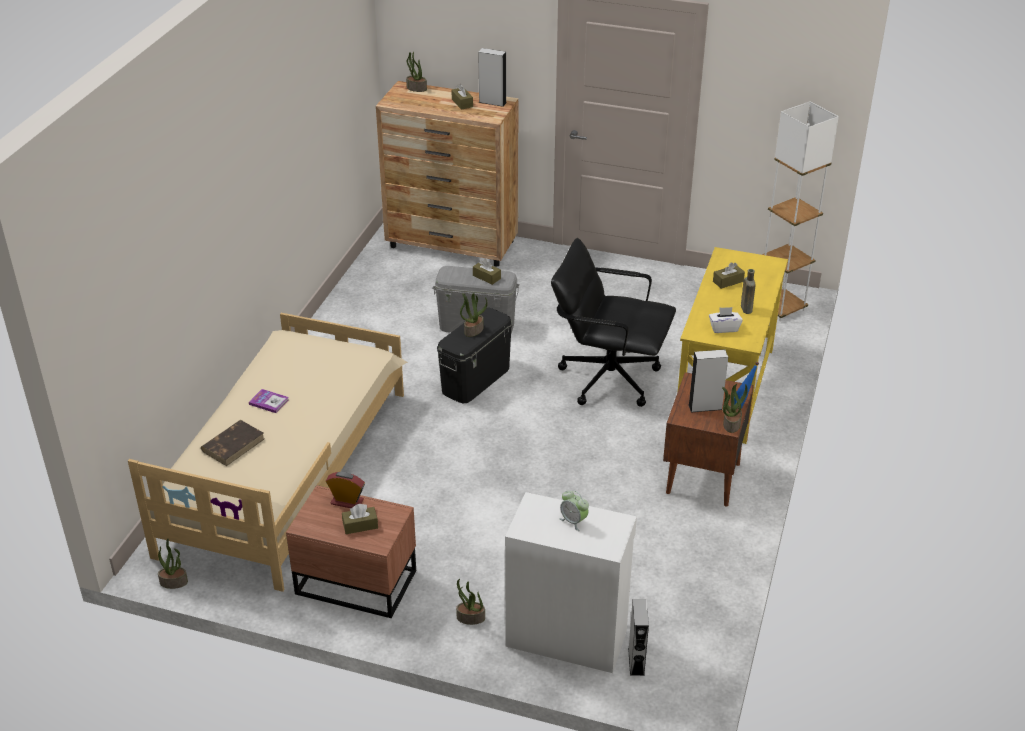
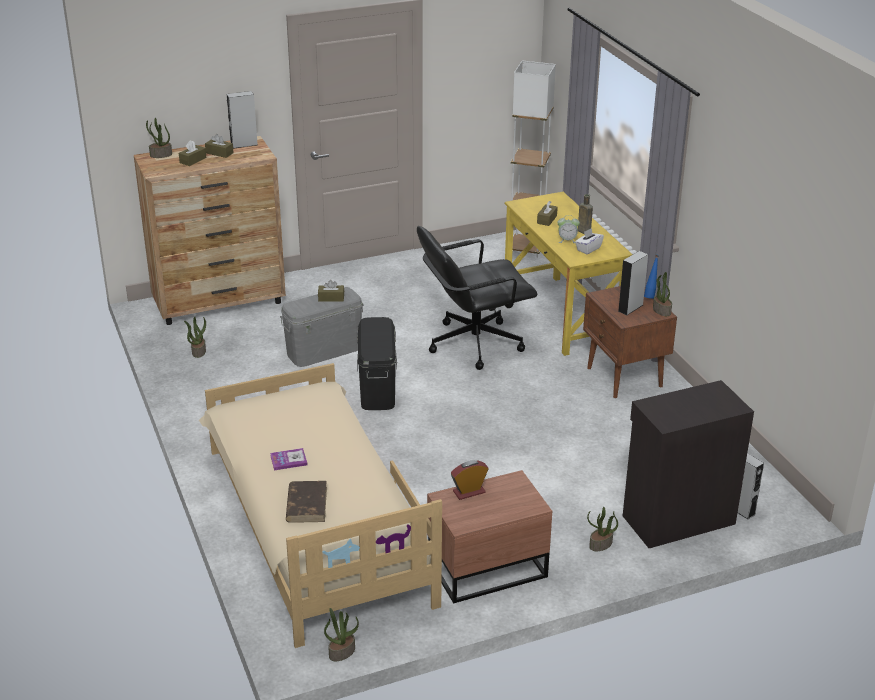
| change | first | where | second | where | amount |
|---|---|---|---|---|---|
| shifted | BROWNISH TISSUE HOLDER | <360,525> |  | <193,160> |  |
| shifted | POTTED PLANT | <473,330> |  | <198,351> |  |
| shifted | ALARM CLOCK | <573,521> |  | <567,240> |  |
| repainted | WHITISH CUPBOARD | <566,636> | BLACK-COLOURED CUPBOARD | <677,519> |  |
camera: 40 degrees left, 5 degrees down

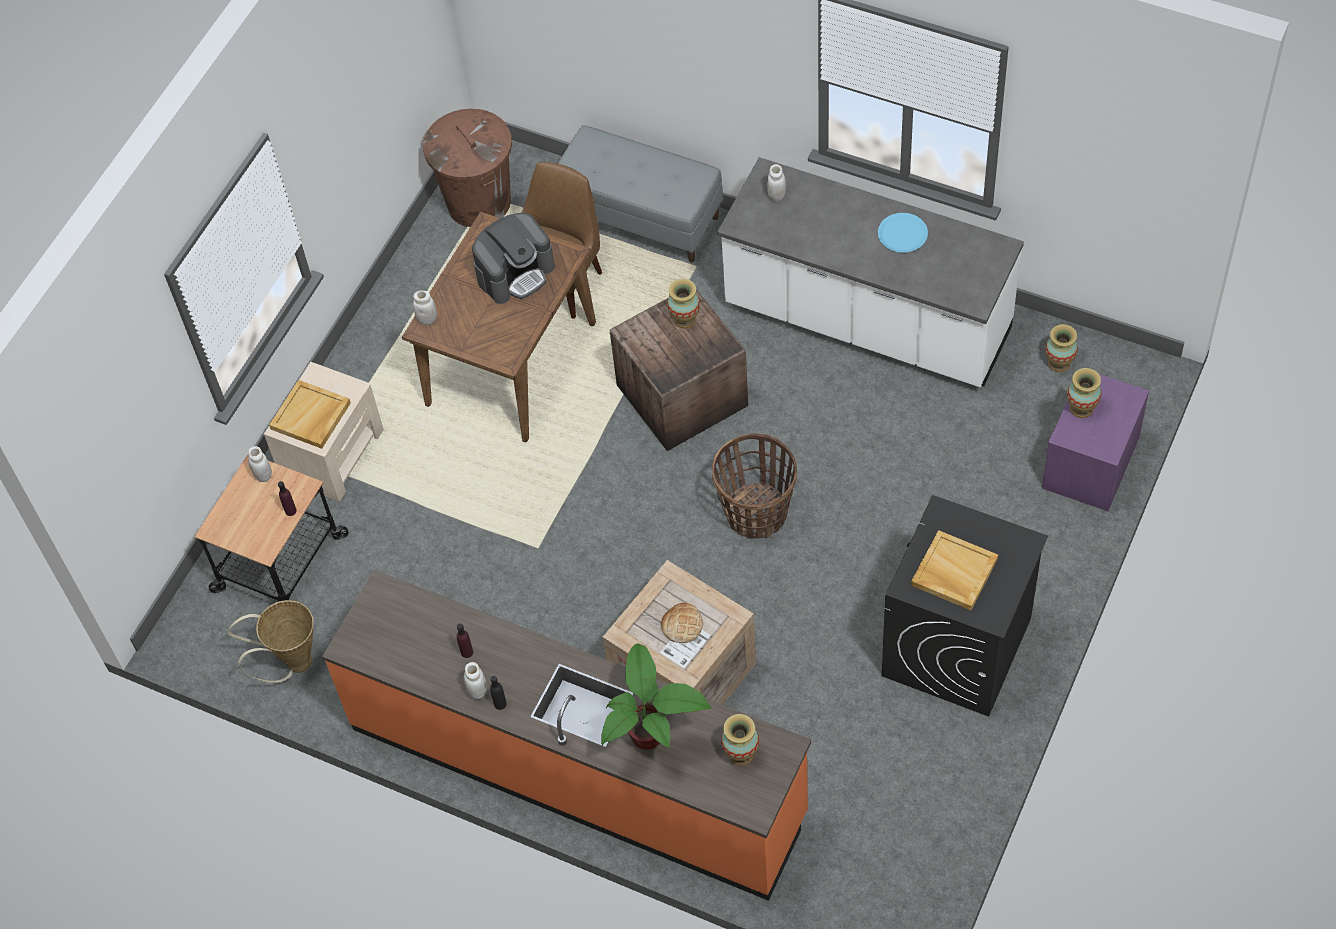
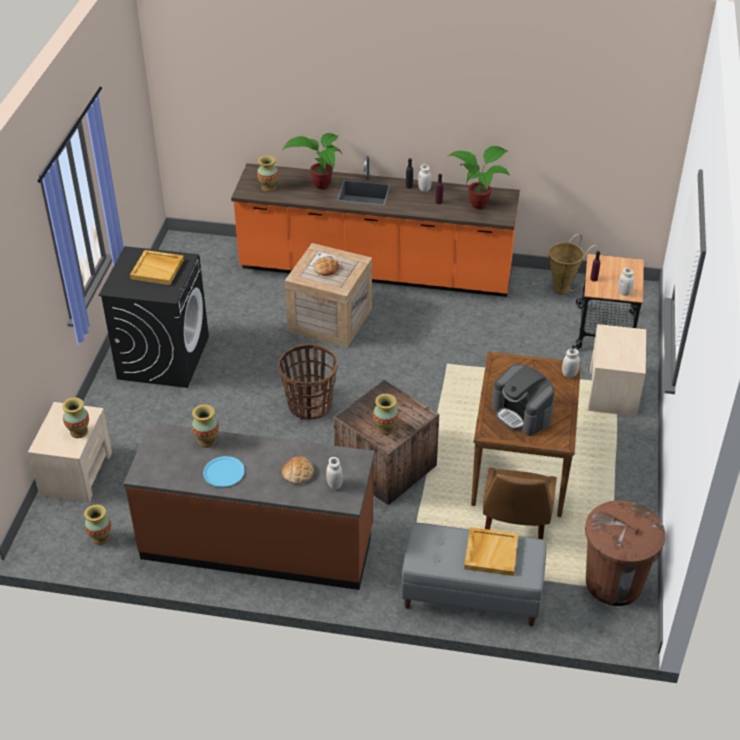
| change | first | where | second | where | amount |
|---|---|---|---|---|---|
| new |  |  | DECORATIVE VASE | <207,441> |  |
| new |  |  | BREAD | <297,473> |  |
| new |  |  | POTTED PLANT | <480,204> |  |
| shifted | SAND-COLOURED TRAY | <311,417> |  | <490,552> |  |
| repainted | WHITISH COUNTER | <867,321> | BROWNISH COUNTER | <258,543> |  |
| repainted | PURPLISH BEDSIDE TABLE | <1090,463> | SAND-COLOURED BEDSIDE TABLE | <76,473> |  |
| rotated | COFFEE BREWER | <515,272> |  | <522,414> | 75 degrees counterclockwise |
camera: 160 degrees right, 15 degrees down

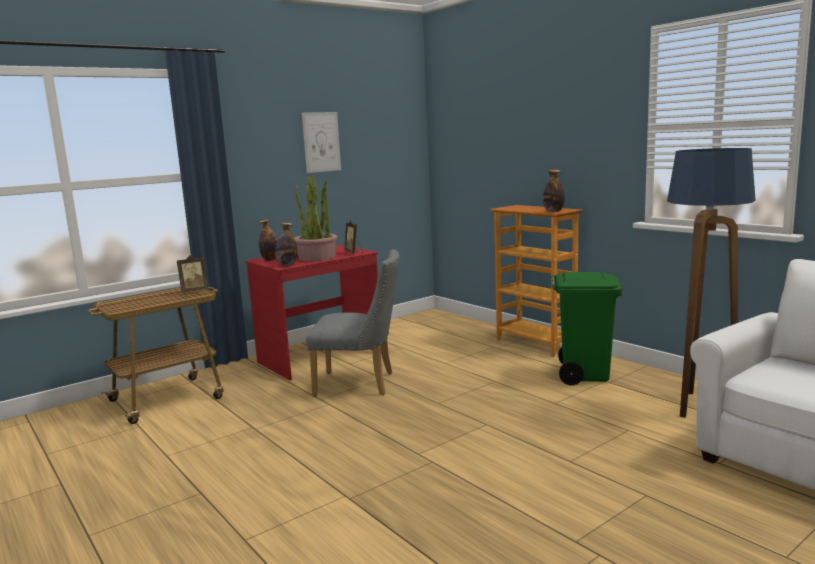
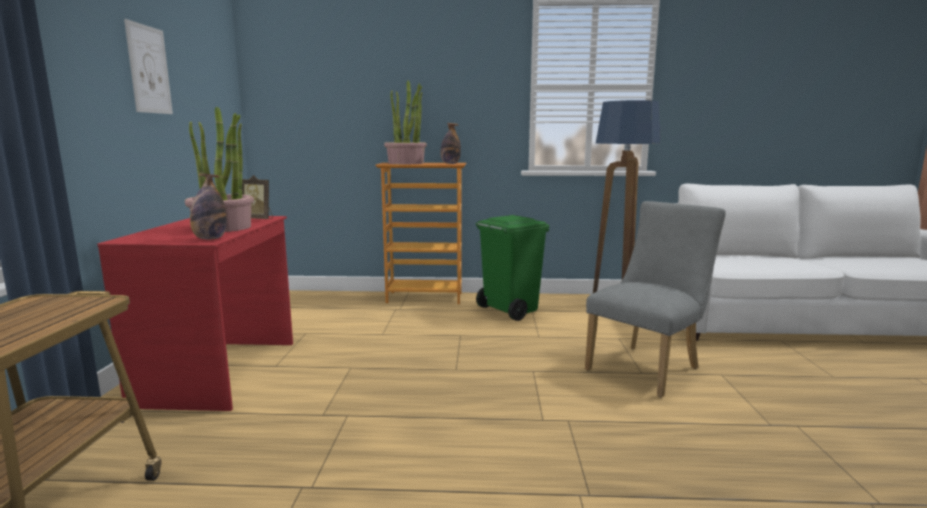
| change | first | where | second | where | amount |
|---|---|---|---|---|---|
| gone | PICTURE FRAME | <194,291> |  |  |  |
| gone | DRINK BOTTLE | <271,260> |  |  |  |
| new |  |  | POTTED PLANT | <406,163> |  |
| shifted | GREYISH CHAIR | <361,384> |  | <648,367> |  |
camera: 50 degrees left, 0 degrees up

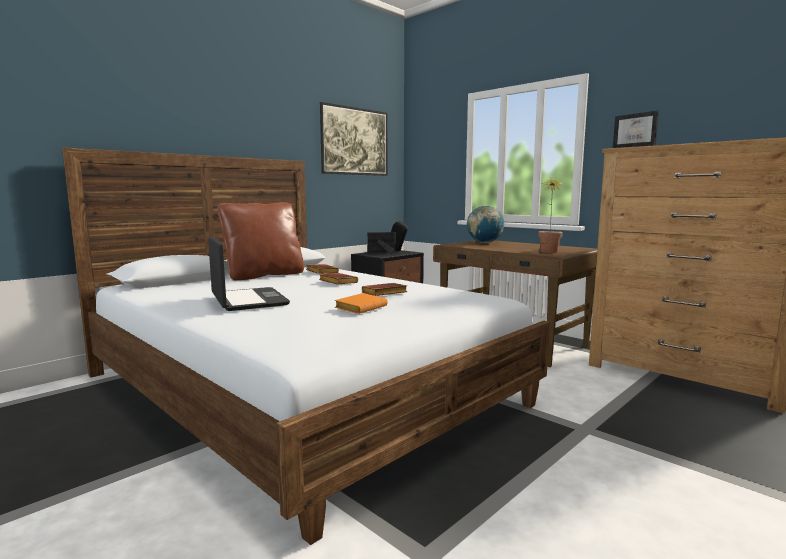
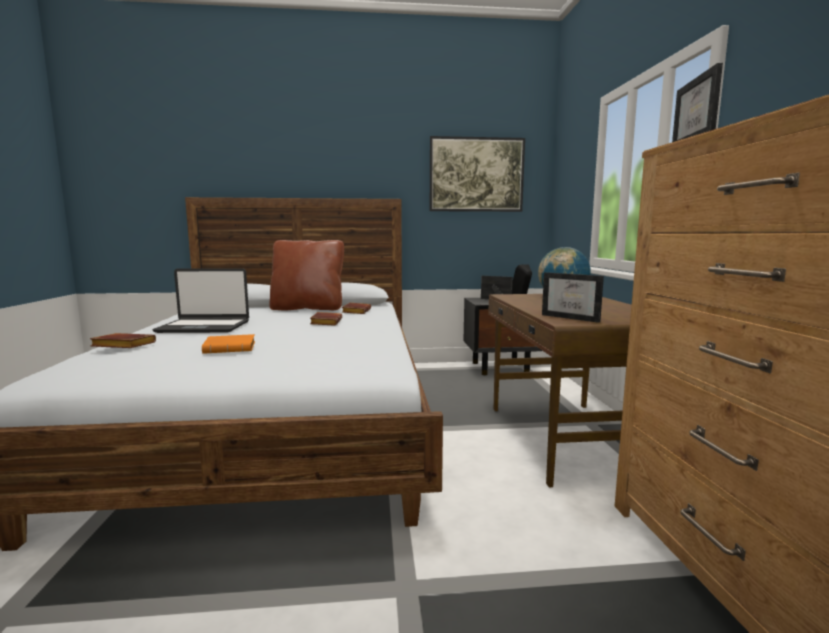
| change | first | where | second | where | amount |
|---|---|---|---|---|---|
| shifted | BROWNISH VOLUME | <384,294> |  | <122,346> |  |
| swapped | POTTED PLANT | <548,252> | PICTURE FRAME | <573,318> |  |
| rotated | NOTEBOOK COMPUTER | <248,300> |  | <204,327> | 75 degrees clockwise |
camera: 40 degrees right, 0 degrees up

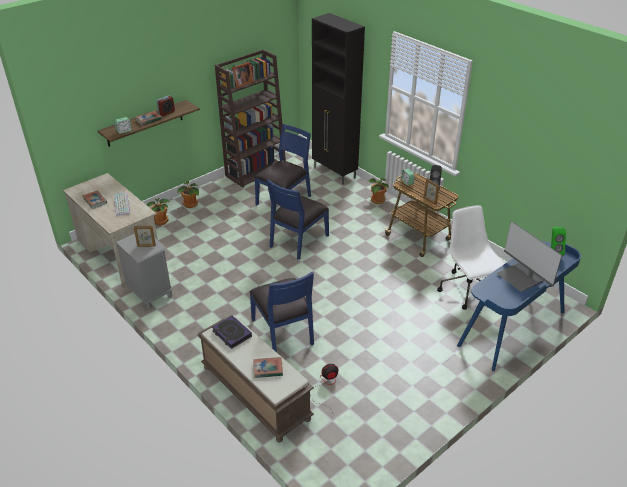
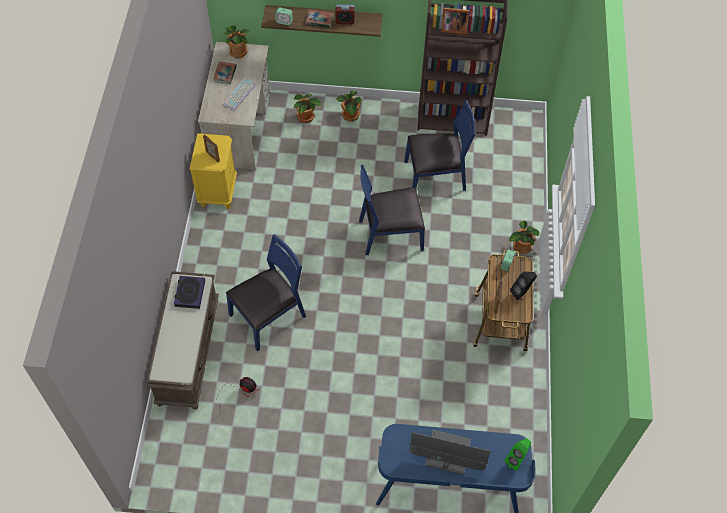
| change | first | where | second | where | amount |
|---|---|---|---|---|---|
| gone | VOLUME | <268,369> |  |  |  |
| gone | BLACK-COLOURED CUPBOARD | <334,173> |  |  |  |
| gone | WHITISH COMPUTER CHAIR | <468,291> |  |  |  |
| new |  |  | POTTED PLANT | <238,52> |  |
| repainted | GREYISH BEDSIDE TABLE | <150,293> | YELLOW BEDSIDE TABLE | <218,191> |  |
| rotated | BLUE CHAIR | <283,331> |  | <268,316> | 150 degrees counterclockwise |
| rotated | MONITOR | <520,277> |  | <447,454> | 90 degrees clockwise |
camera: 45 degrees right, 20 degrees up

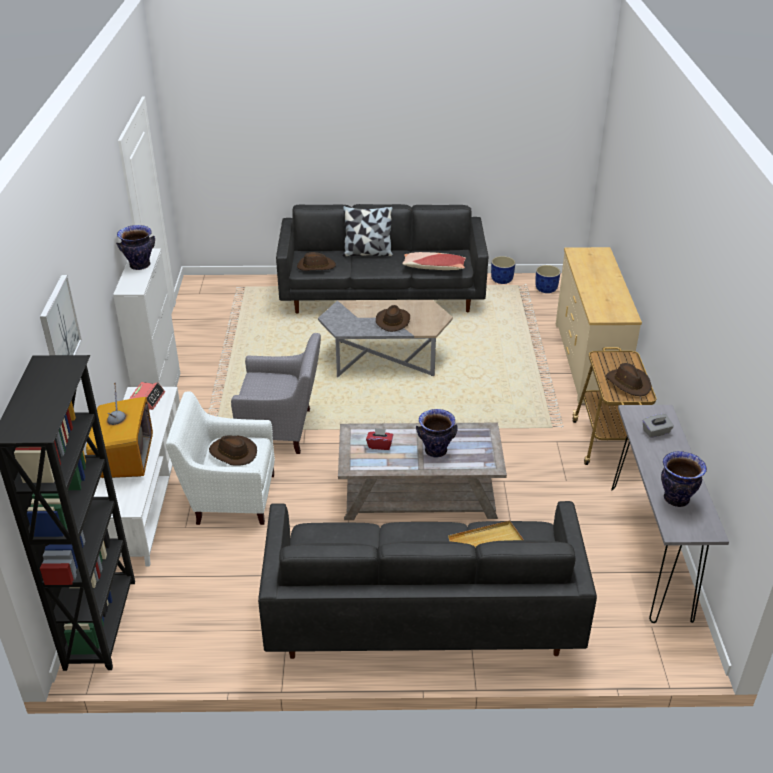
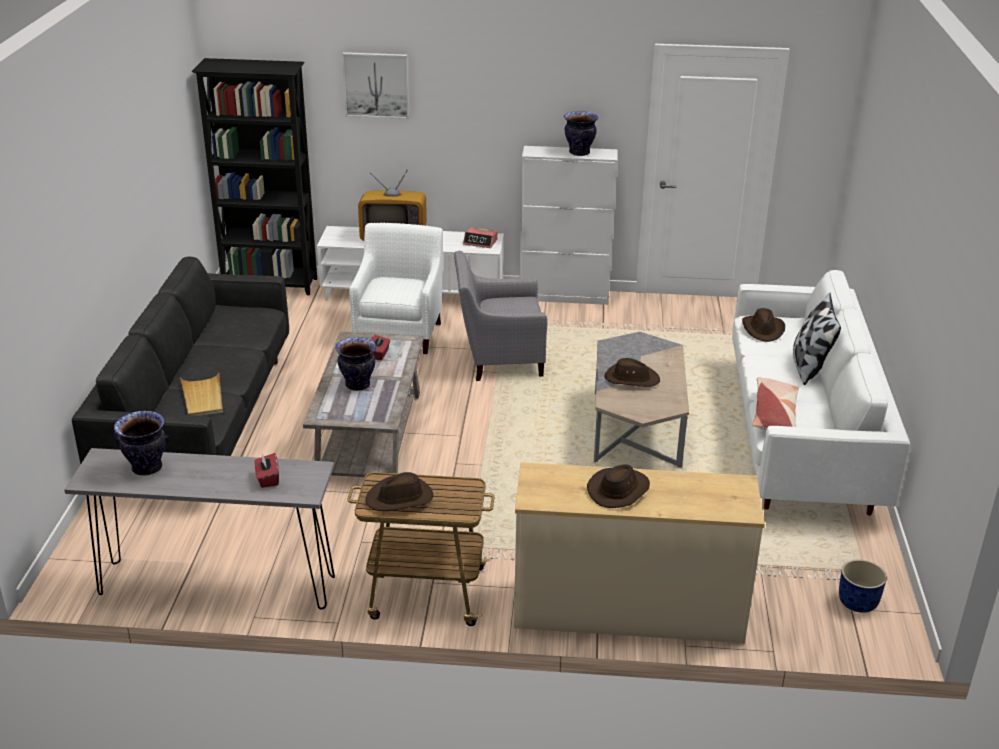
| change | first | where | second | where | amount |
|---|---|---|---|---|---|
| gone | BLUE FLOWER POT | <502,280> |  |  |  |
| shifted | BROWNISH CLOTHING HAT | <232,453> |  | <618,490> |  |
| repainted | BLACK-COLOURED COUCH | <382,296> | WHITISH COUCH | <799,437> |  |
| repainted | GREYISH TISSUE HOLDER | <656,432> | REDDISH TISSUE HOLDER | <268,479> |  |
| rotated | GREYISH EASY CHAIR | <281,430> |  | <498,359> | 75 degrees clockwise |
camera: 95 degrees right, 5 degrees down

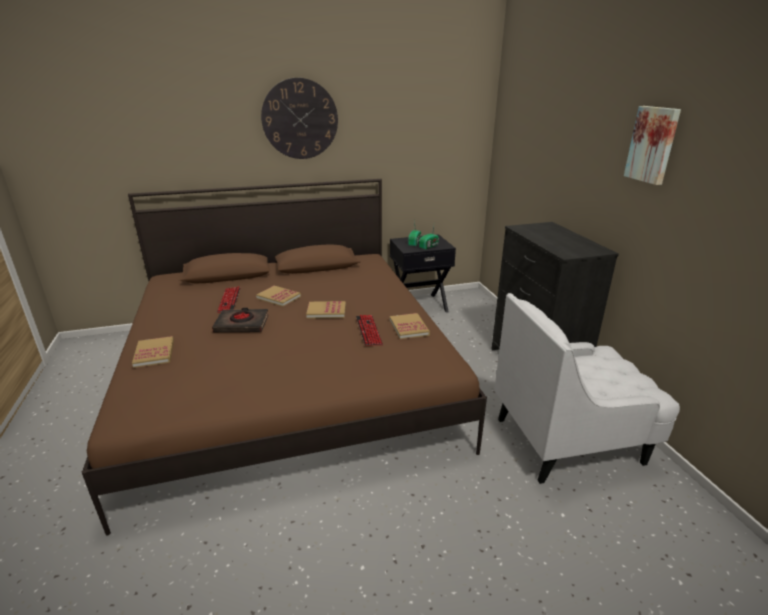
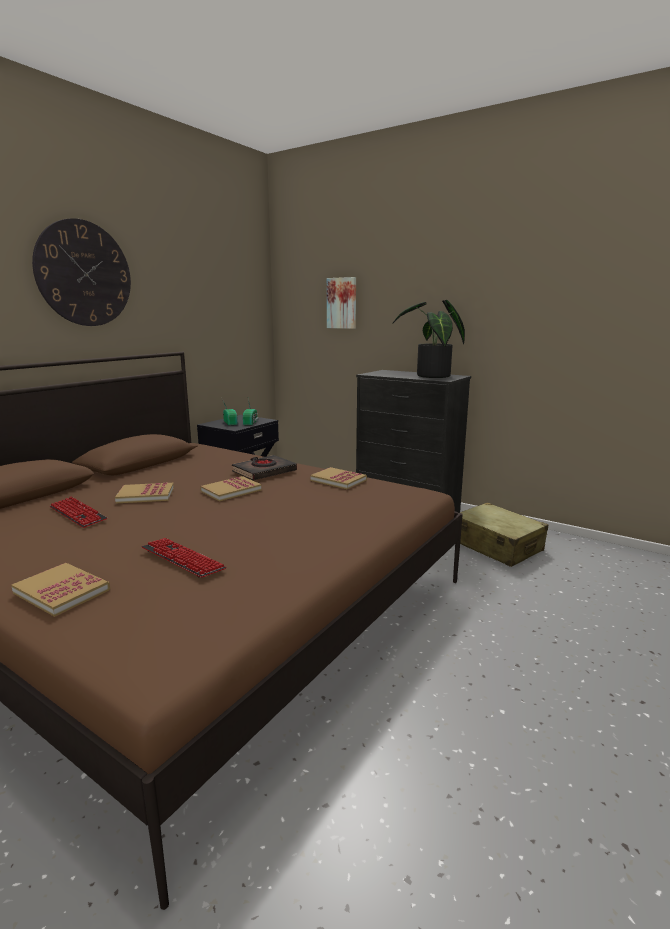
| change | first | where | second | where | amount |
|---|---|---|---|---|---|
| new |  |  | POTTED PLANT | <431,376> |  |
| shifted | BLACK-COLOURED VOLUME | <242,324> |  | <264,472> |  |
| shifted | COMPUTER KEYBOARD | <368,331> |  | <182,559> |  |
| shifted | PICTURE | <653,144> |  | <342,303> |  |
| swapped | WHITISH EASY CHAIR | <569,440> | SAND-COLOURED SUITCASE | <496,546> |  |
camera: 40 degrees left, 10 degrees down

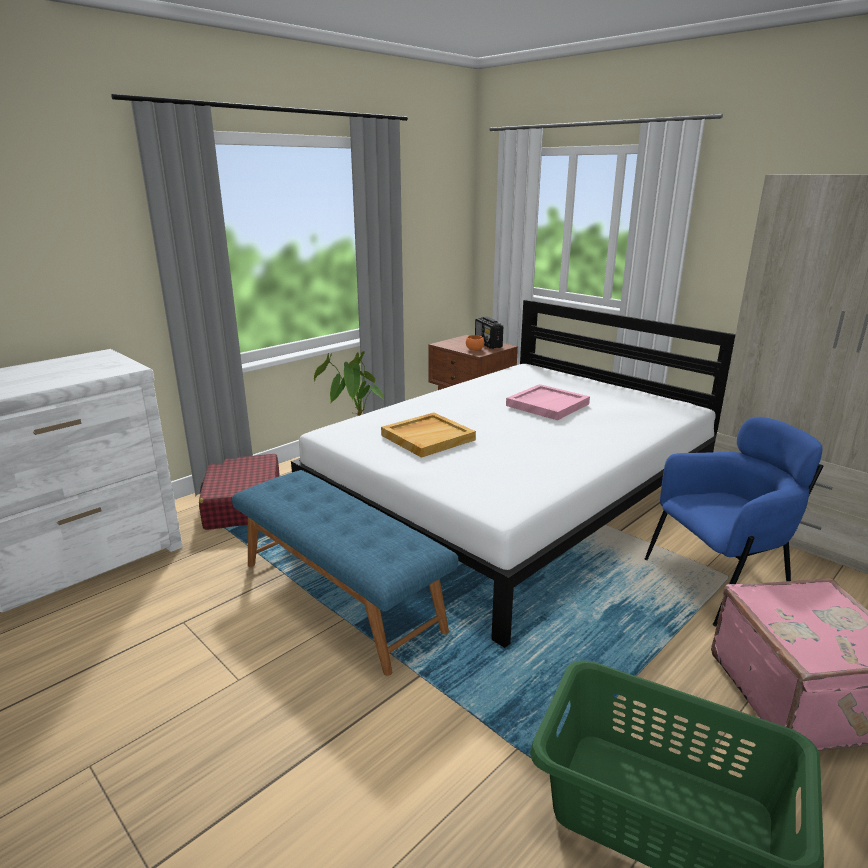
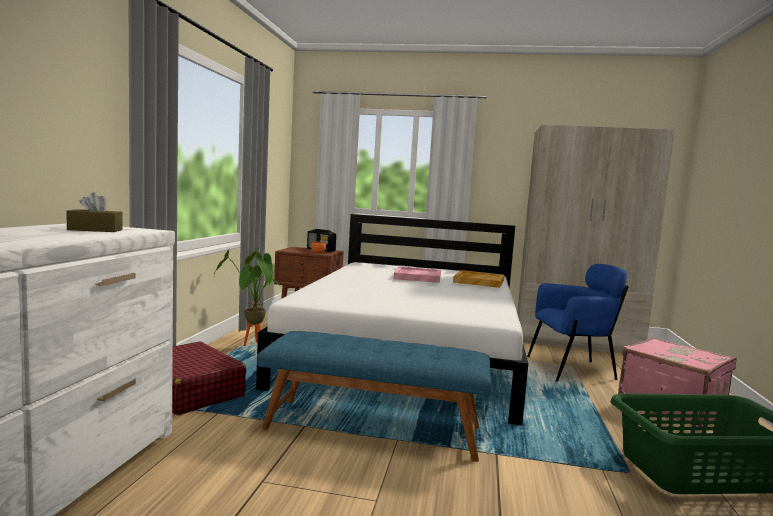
| change | first | where | second | where | amount |
|---|---|---|---|---|---|
| new |  |  | BROWNISH TISSUE HOLDER | <95,230> |  |
| shifted | SAND-COLOURED TRAY | <428,437> |  | <478,281> |  |
| rotated | BLUE EASY CHAIR | <719,582> |  | <572,369> | 45 degrees clockwise |
camera: 35 degrees left, 15 degrees down

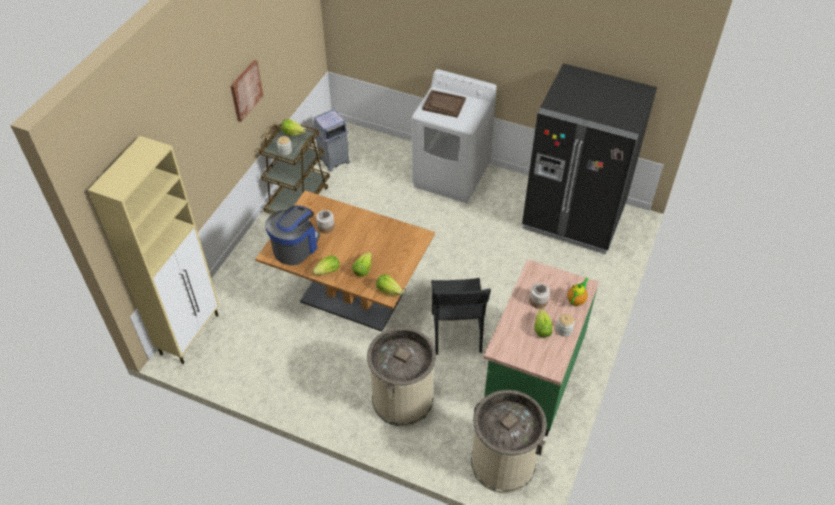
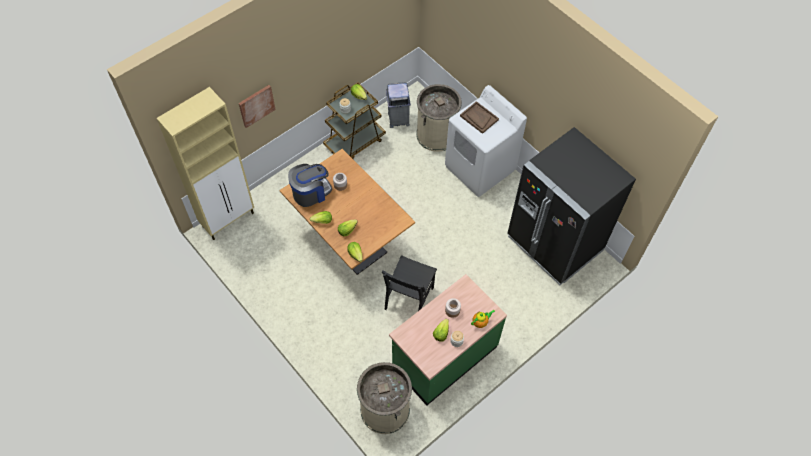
| change | first | where | second | where | amount |
|---|---|---|---|---|---|
| shifted | PICTURE | <245,90> |  | <256,105> |  |
| shifted | SAND-COLOURED WASTE BIN | <402,398> |  | <436,134> |  |
camera: 25 degrees right, 10 degrees up

